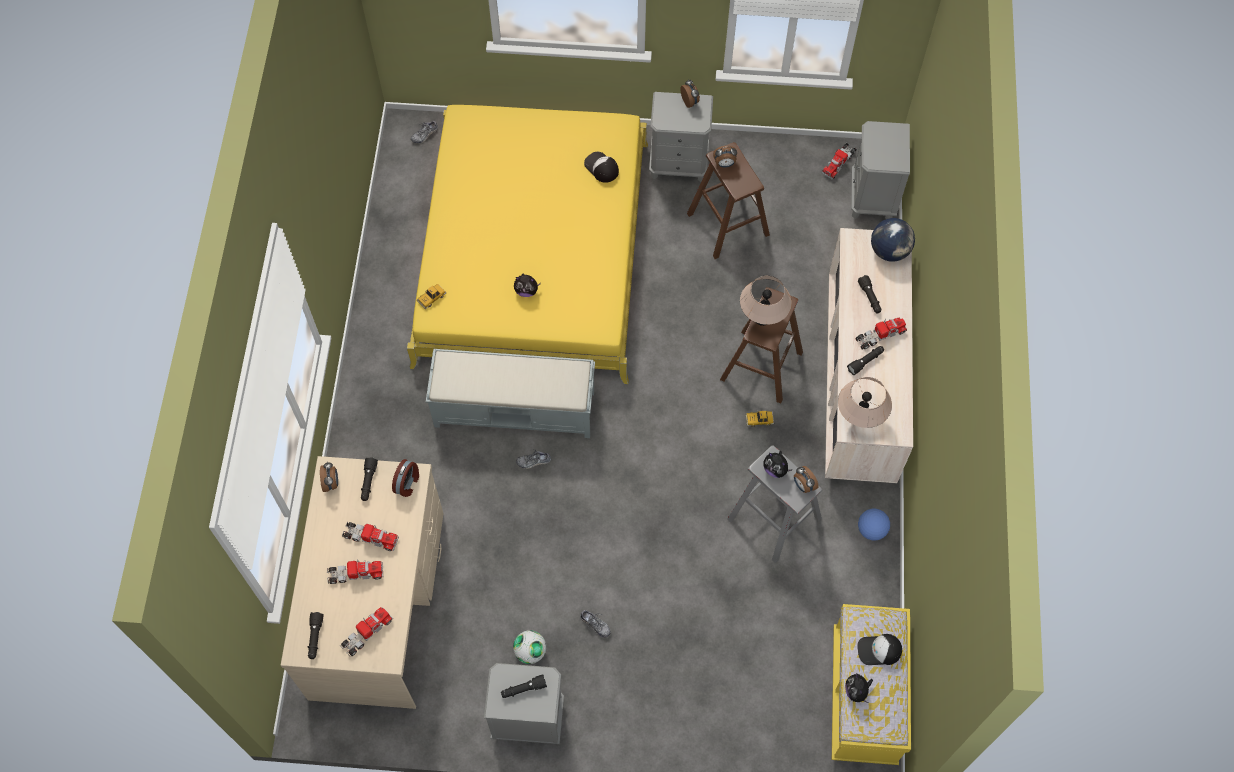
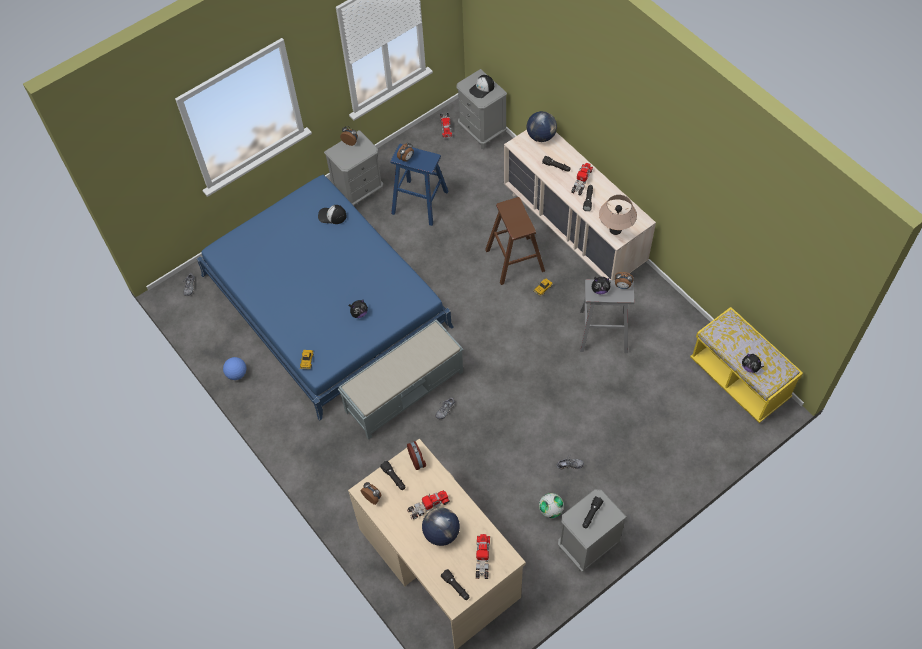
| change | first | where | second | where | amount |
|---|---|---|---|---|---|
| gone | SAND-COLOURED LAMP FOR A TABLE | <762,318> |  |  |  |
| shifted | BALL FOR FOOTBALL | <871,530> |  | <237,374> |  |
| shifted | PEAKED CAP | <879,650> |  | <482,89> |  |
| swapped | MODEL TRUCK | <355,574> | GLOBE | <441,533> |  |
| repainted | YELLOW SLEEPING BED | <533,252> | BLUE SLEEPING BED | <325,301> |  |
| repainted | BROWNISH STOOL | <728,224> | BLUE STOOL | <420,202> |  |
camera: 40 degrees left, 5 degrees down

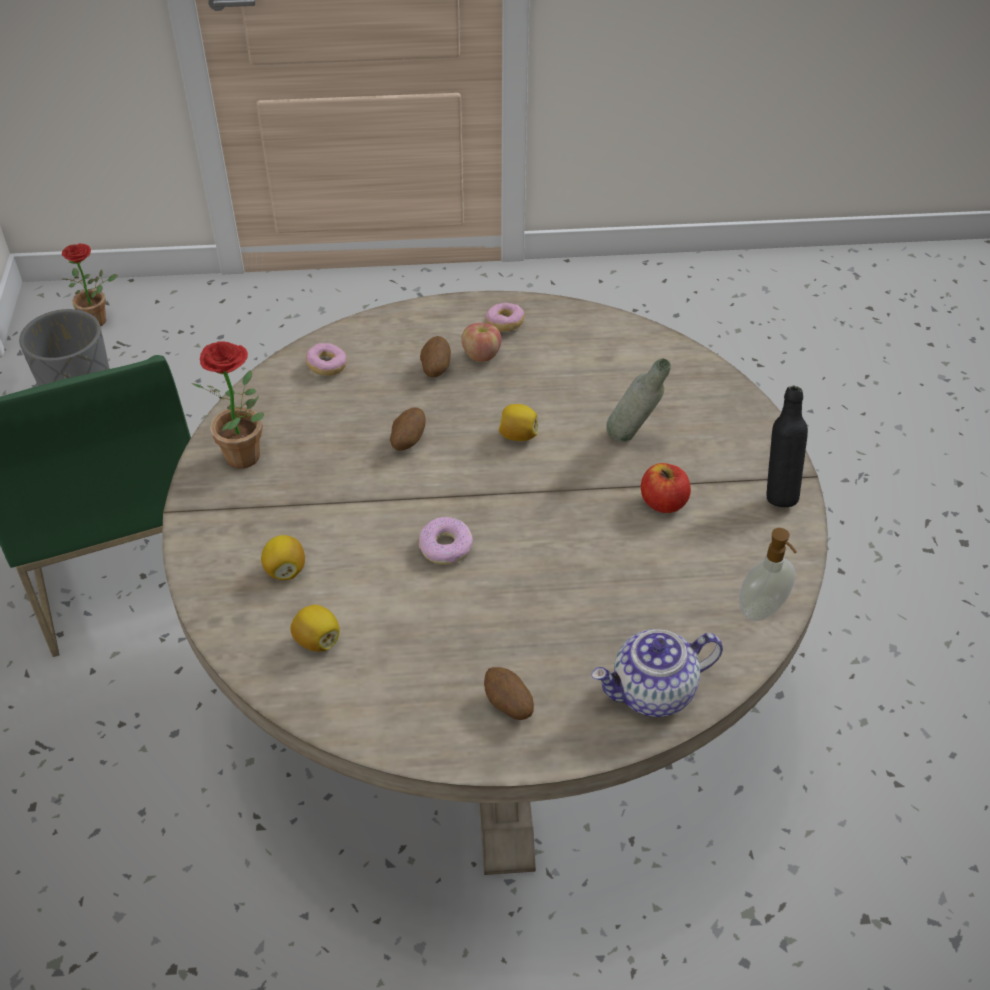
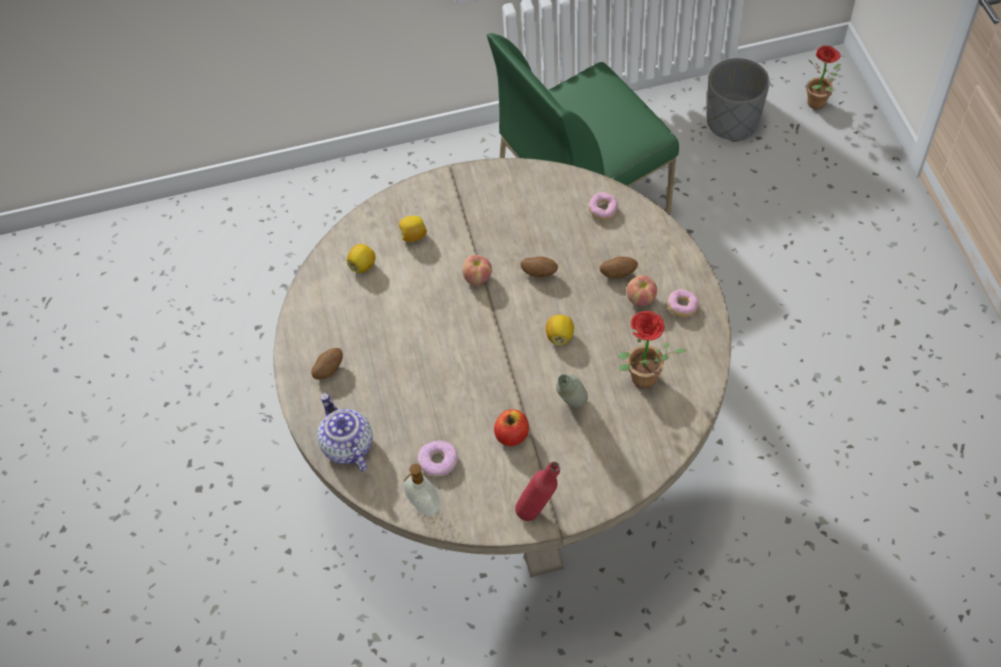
| change | first | where | second | where | amount |
|---|---|---|---|---|---|
| new |  |  | WHOLE APPLE | <477,278> |  |
| shifted | POTTED PLANT | <249,459> |  | <642,382> |  |
| shifted | RING DOUGHNUT | <446,547> |  | <438,461> |  |
| repainted | BLACK-COLOURED DRINK BOTTLE | <778,492> | REDDISH DRINK BOTTLE | <538,510> |  |
camera: 85 degrees right, 10 degrees up

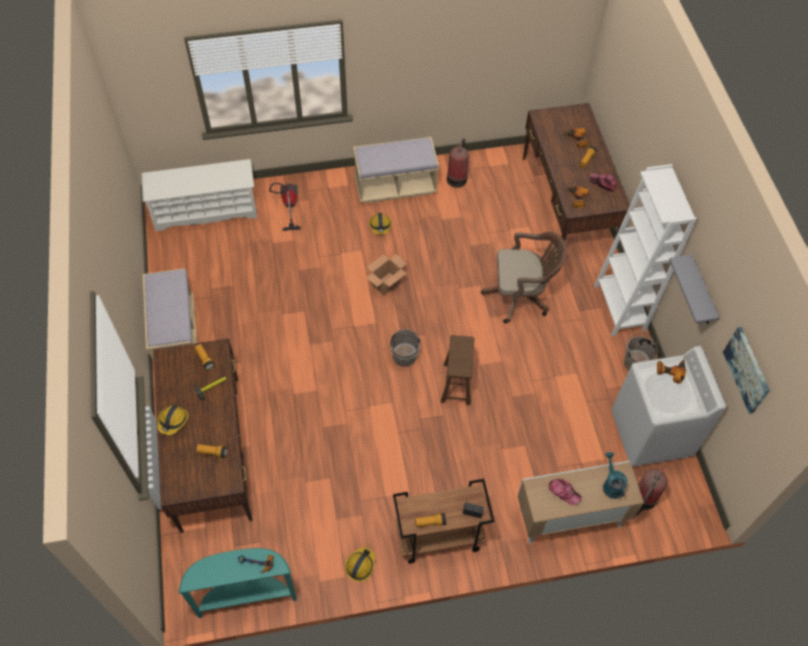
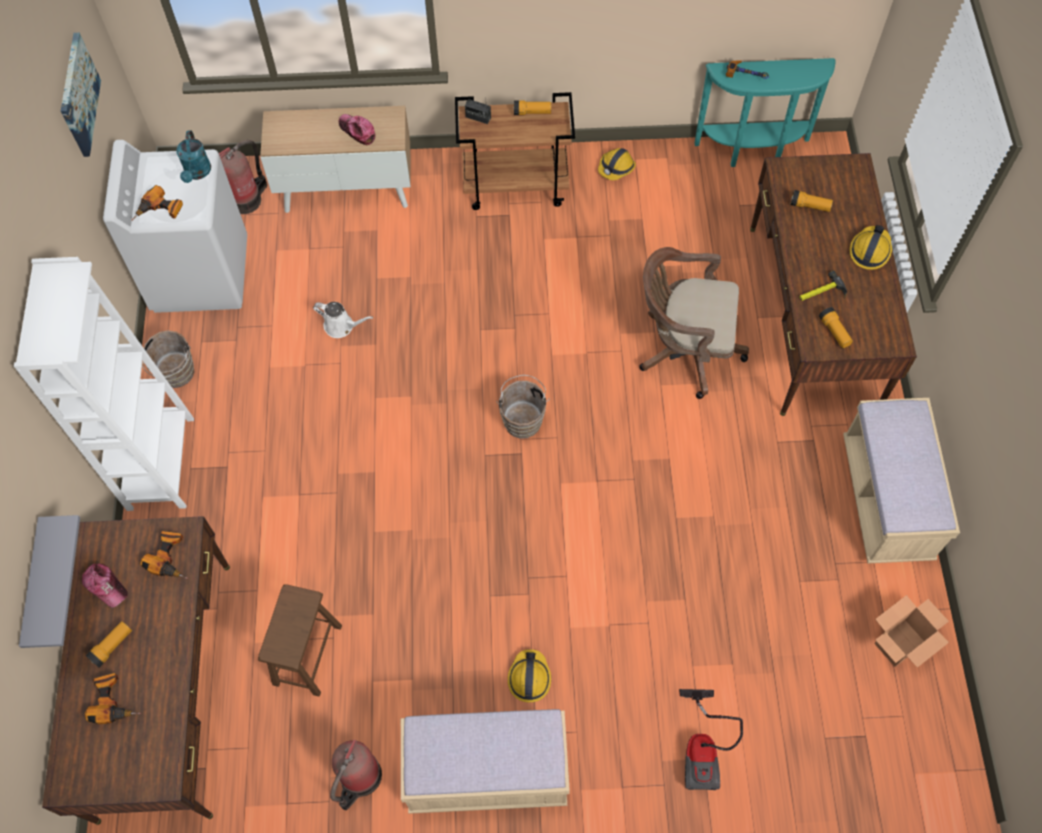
| change | first | where | second | where | amount |
|---|---|---|---|---|---|
| gone | WHITISH SHOE RACK | <206,211> |  |  |  |
| new |  |  | WHITISH WATERING POT | <341,326> |  |
| shifted | CARDBOARD BOX | <386,284> |  | <899,642> |  |
| shifted | BROWNISH STOOL | <456,384> |  | <307,654> |  |
| shifted | BROWNISH COMPUTER CHAIR | <520,296> |  | <684,349> |  |
| shifted | TURQUOISE-COLOURED WATERING POT | <611,484> |  | <197,173> |  |
| shifted | GREYISH SHELF | <701,292> |  | <36,587> |  |
camera: 170 degrees left, 5 degrees up

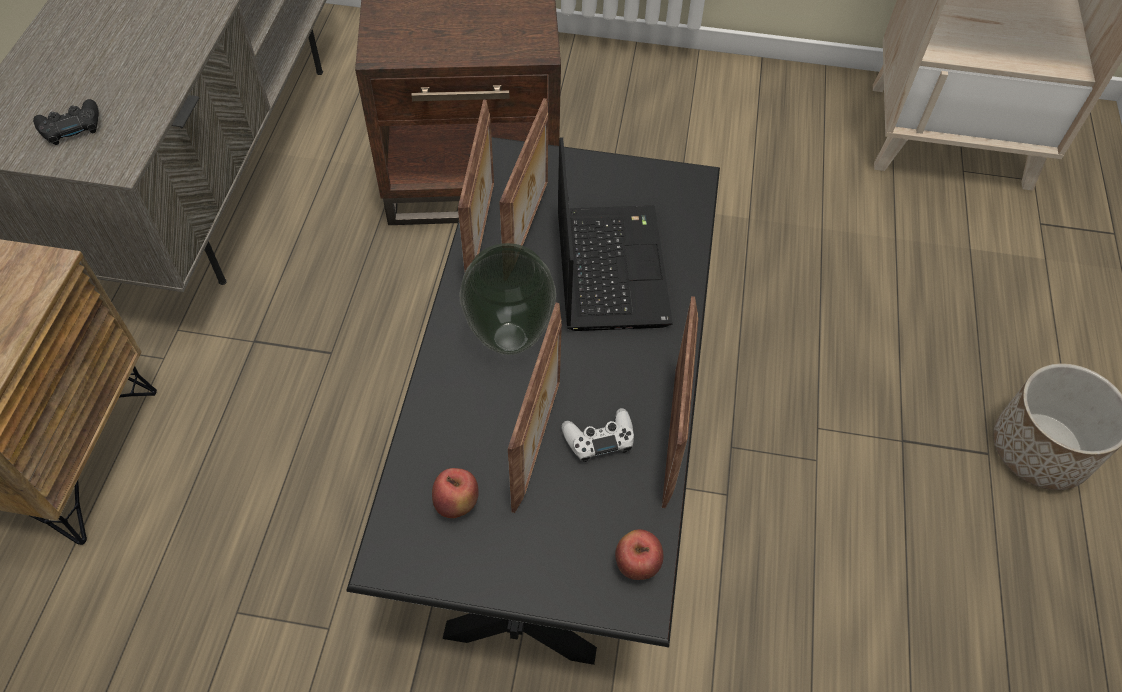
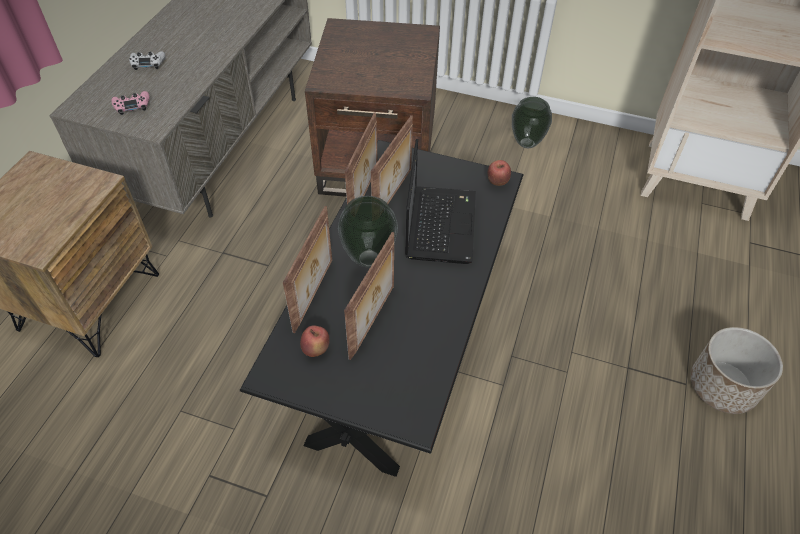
| change | first | where | second | where | amount |
|---|---|---|---|---|---|
| new |  |  | DECORATIVE VASE | <527,143> |  |
| shifted | WHITISH GAMEPAD | <599,439> |  | <148,63> |  |
| shifted | WHOLE APPLE | <637,565> |  | <497,182> |  |
| shifted | PICTURE FRAME | <673,436> |  | <315,294> |  |
| repainted | BLACK-COLOURED GAMEPAD | <71,127> | PINKISH GAMEPAD | <132,106> |  |
camera: 10 degrees right, 5 degrees down

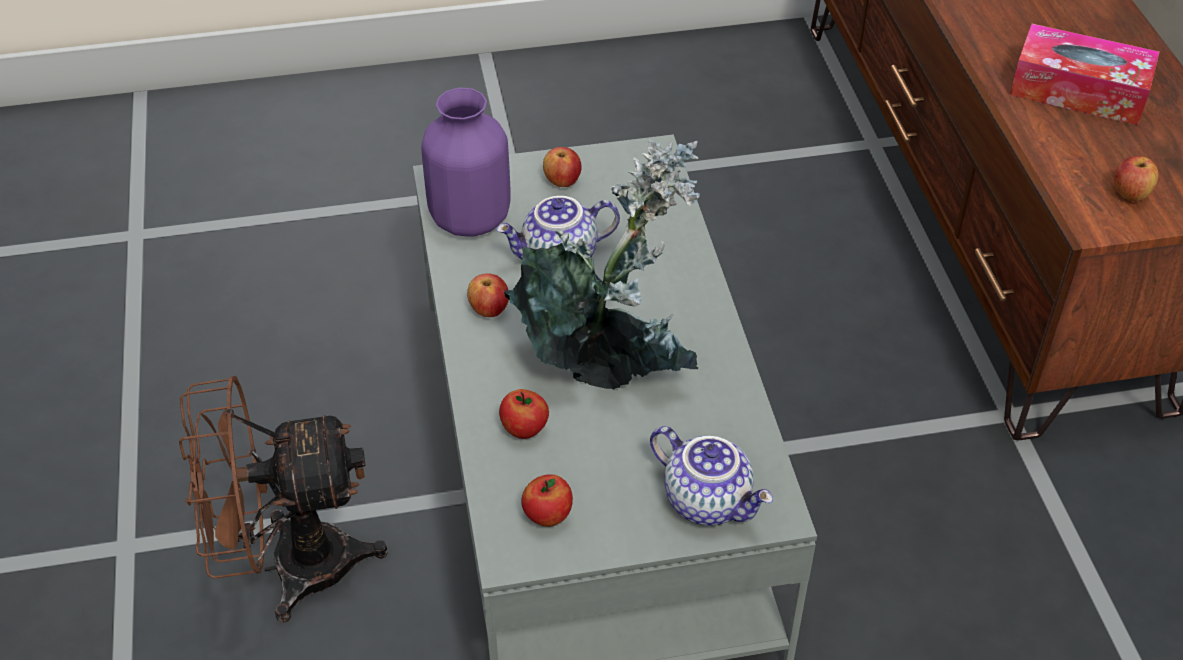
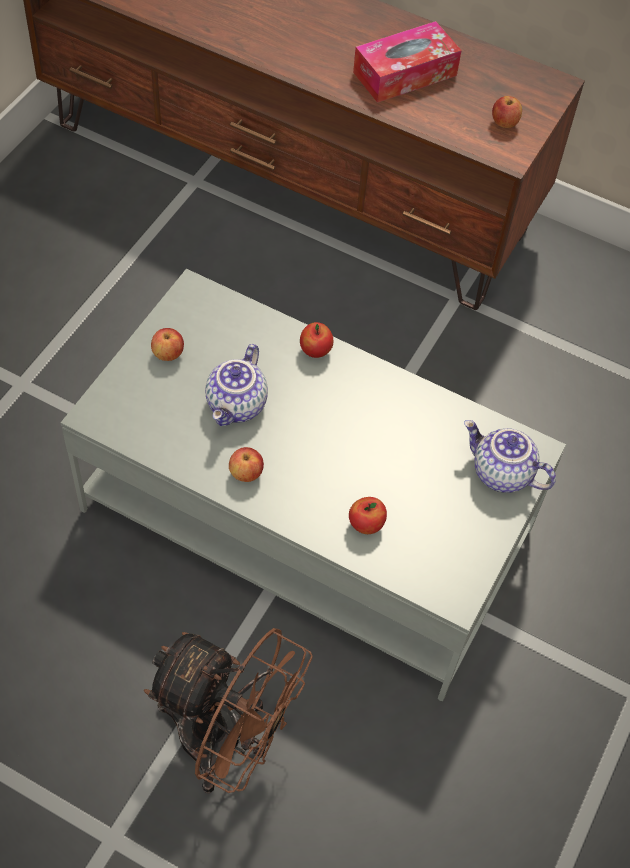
| change | first | where | second | where | amount |
|---|---|---|---|---|---|
| gone | PURPLISH DECORATIVE VASE | <470,220> |  |  |  |
| gone | POTTED PLANT | <608,364> |  |  |  |
| shifted | WHOLE APPLE | <547,516> |  | <315,351> |  |
| rotated | BROWNISH FAN | <290,567> |  | <227,743> | 90 degrees counterclockwise |
| rotated | TEA POT | <709,500> |  | <500,474> | 135 degrees counterclockwise |
camera: 55 degrees left, 10 degrees up

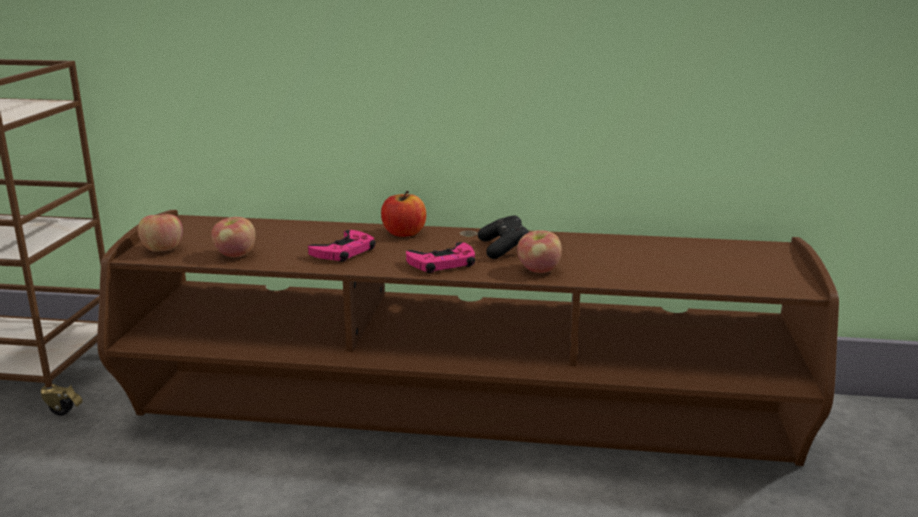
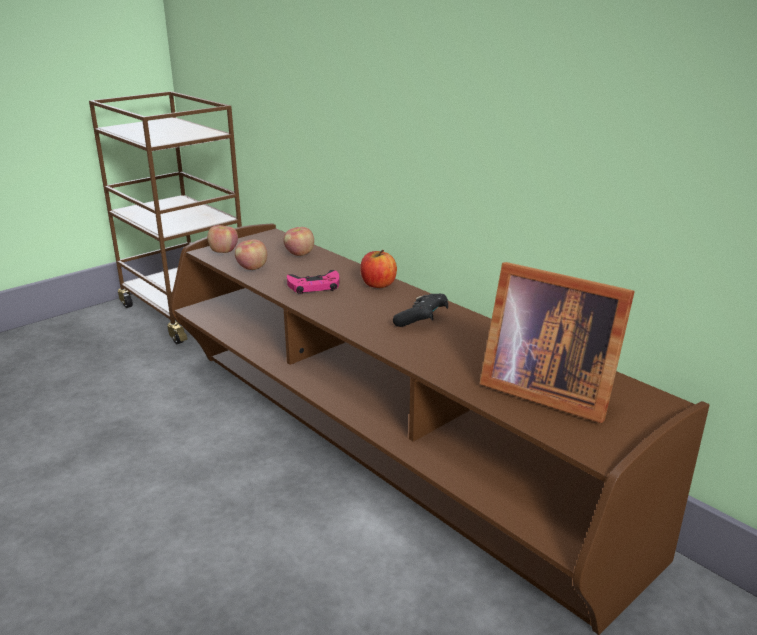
| change | first | where | second | where | amount |
|---|---|---|---|---|---|
| gone | PINKISH GAMEPAD | <443,263> |  |  |  |
| new |  |  | PICTURE FRAME | <544,389> |  |
| shifted | WHOLE APPLE | <539,270> |  | <299,254> |  |
camera: 40 degrees right, 5 degrees up

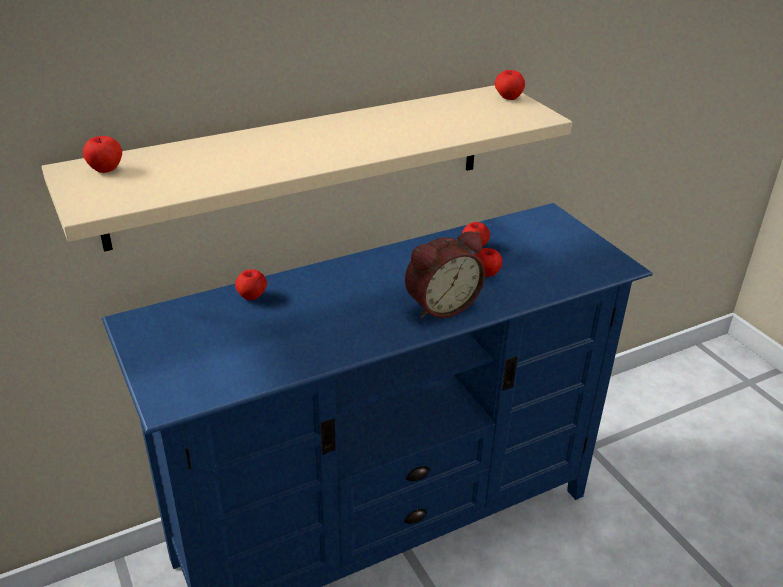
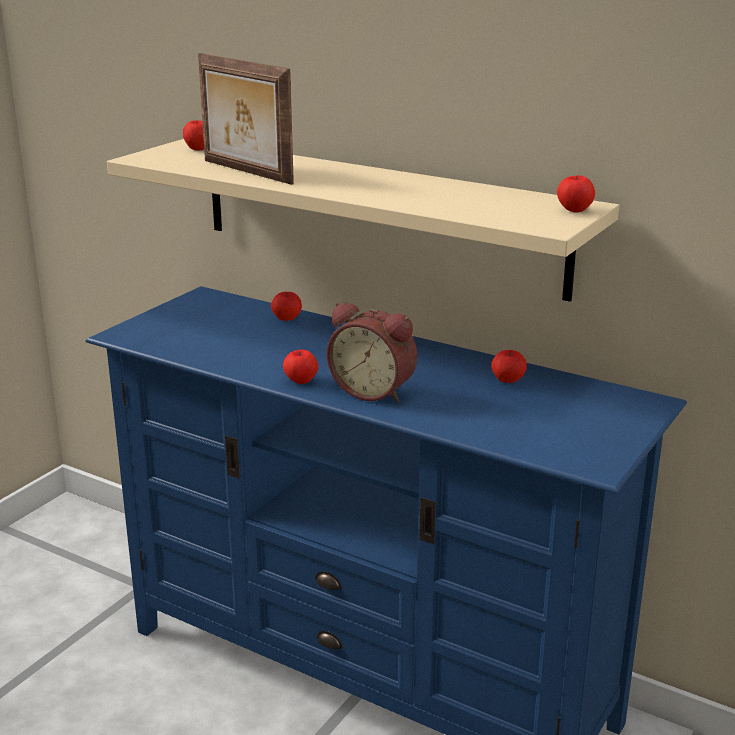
| change | first | where | second | where | amount |
|---|---|---|---|---|---|
| new |  |  | PICTURE FRAME | <245,172> |  |
| shifted | WHOLE APPLE | <486,273> |  | <301,381> |  |
camera: 60 degrees right, 10 degrees down

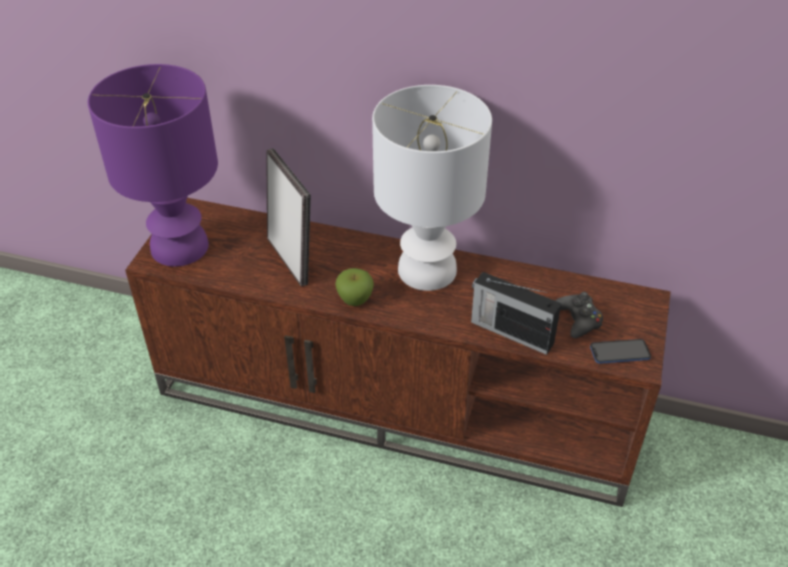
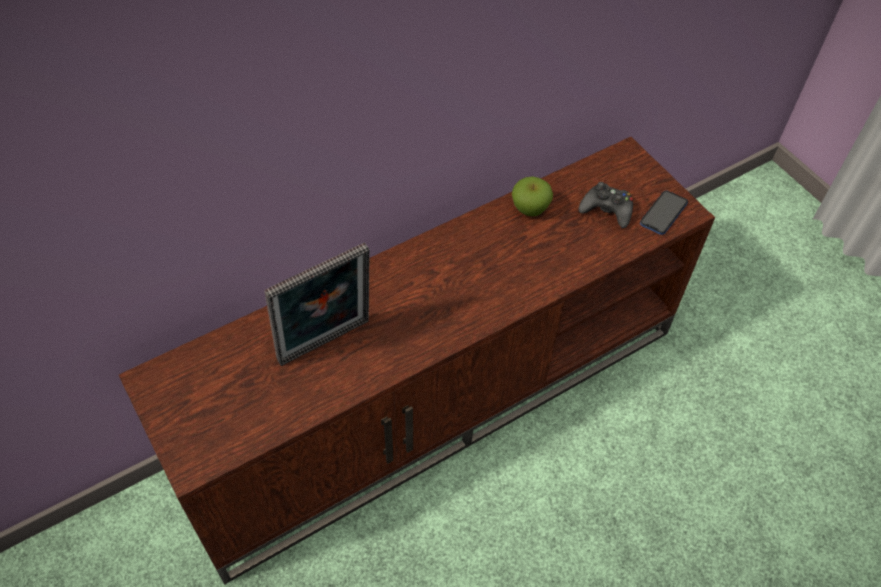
| change | first | where | second | where | amount |
|---|---|---|---|---|---|
| gone | PURPLISH LAMP FOR A TABLE | <181,246> |  |  |  |
| gone | WHITISH LAMP FOR A TABLE | <427,271> |  |  |  |
| gone | RADIO | <510,331> |  |  |  |
| shifted | WHOLE APPLE | <355,300> |  | <530,209> |  |
| rotated | PICTURE FRAME | <292,259> |  | <326,345> | 135 degrees clockwise |
camera: 50 degrees left, 10 degrees up

